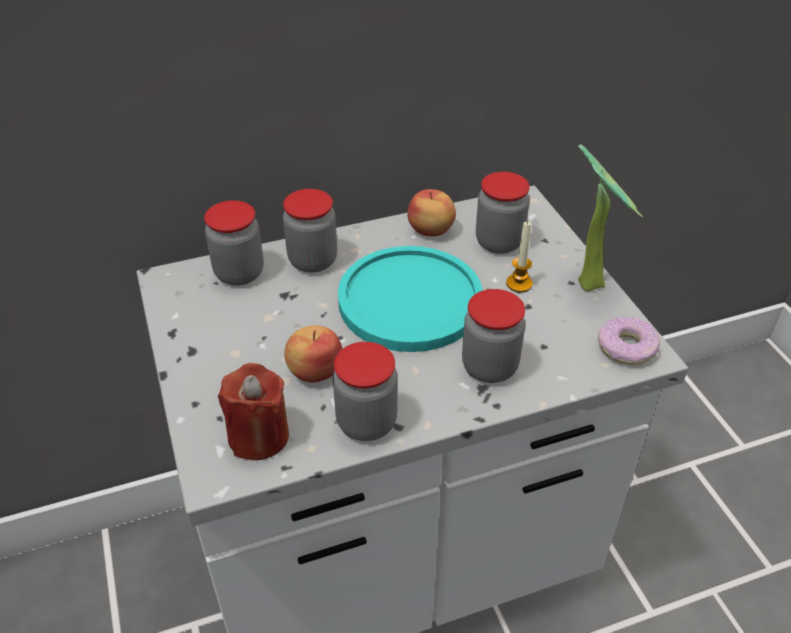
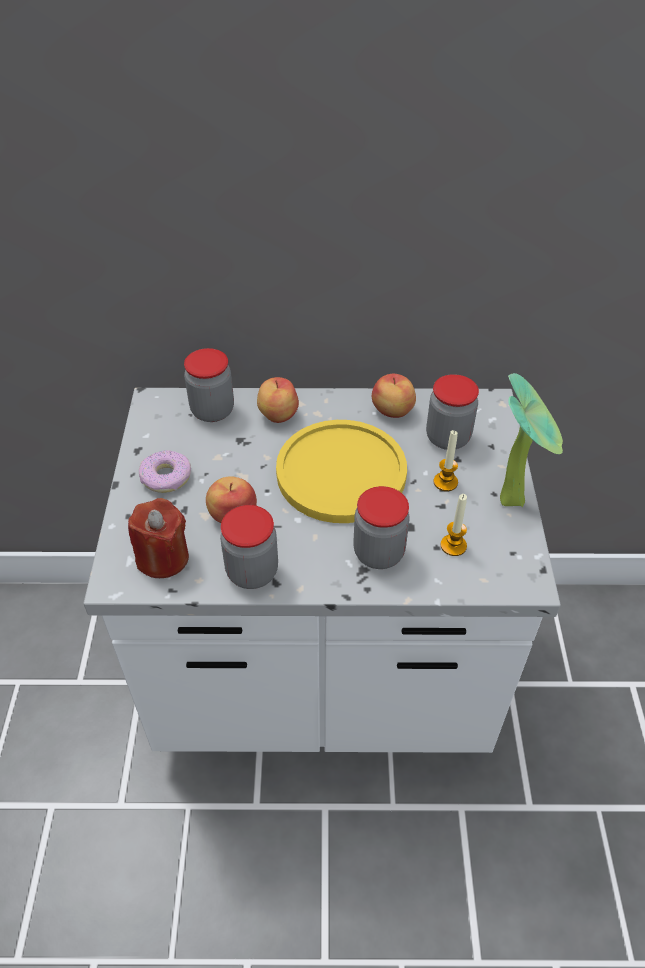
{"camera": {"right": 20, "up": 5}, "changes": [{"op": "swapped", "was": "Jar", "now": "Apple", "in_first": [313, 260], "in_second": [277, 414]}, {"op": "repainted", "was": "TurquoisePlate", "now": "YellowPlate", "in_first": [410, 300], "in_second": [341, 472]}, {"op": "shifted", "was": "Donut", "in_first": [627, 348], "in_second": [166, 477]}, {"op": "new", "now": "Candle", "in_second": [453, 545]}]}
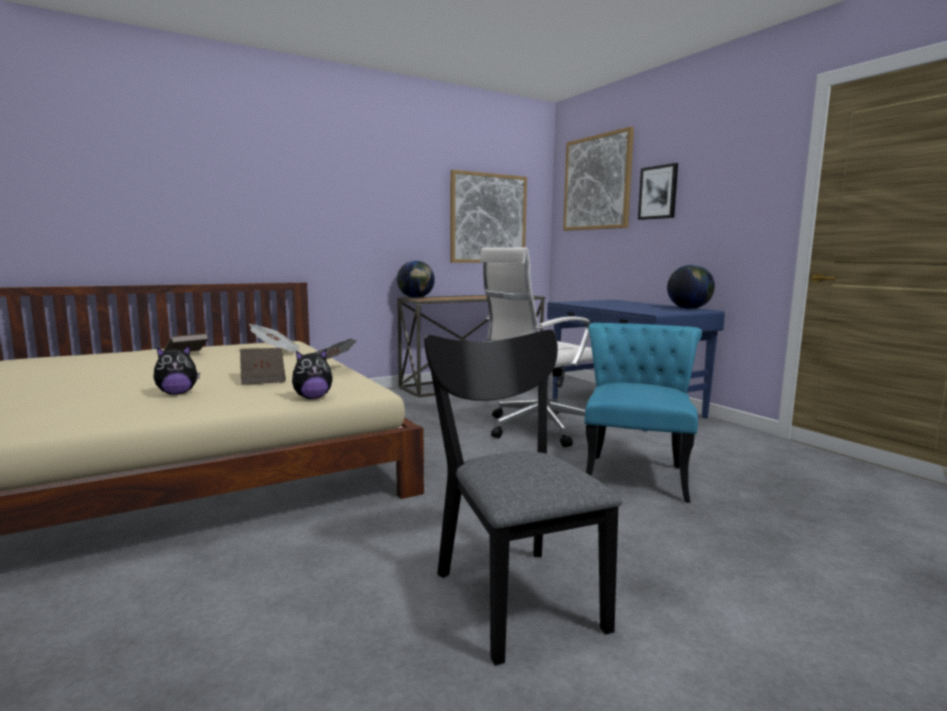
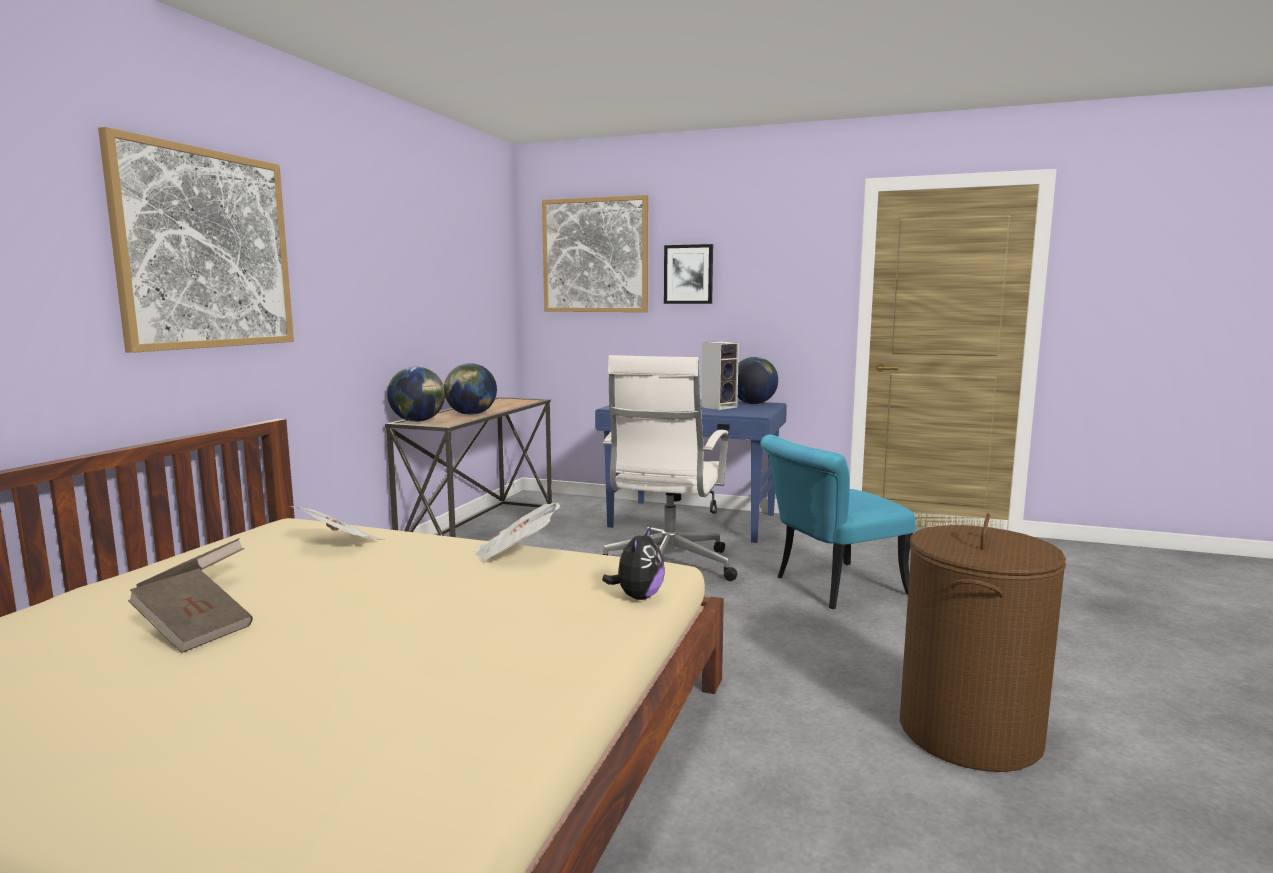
{"camera": {"right": -40, "up": 0}, "changes": [{"op": "gone", "was": "PlushToy", "in_first": [177, 393]}, {"op": "shifted", "was": "BrownBook", "in_first": [263, 379], "in_second": [194, 631]}, {"op": "swapped", "was": "BlackChair", "now": "BrownLaundryBasket", "in_first": [513, 591], "in_second": [968, 732]}, {"op": "shifted", "was": "Picture", "in_first": [488, 218], "in_second": [206, 249]}, {"op": "rotated", "was": "TurquoiseChair", "in_first": [635, 472], "in_second": [829, 588], "clockwise": -90}, {"op": "new", "now": "Globe", "in_second": [471, 414]}, {"op": "new", "now": "Speaker", "in_second": [719, 407]}]}
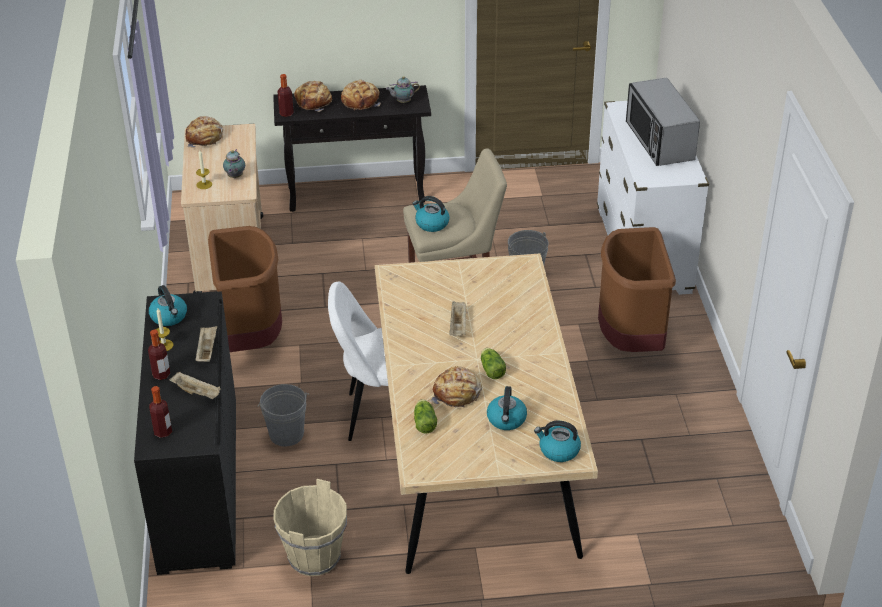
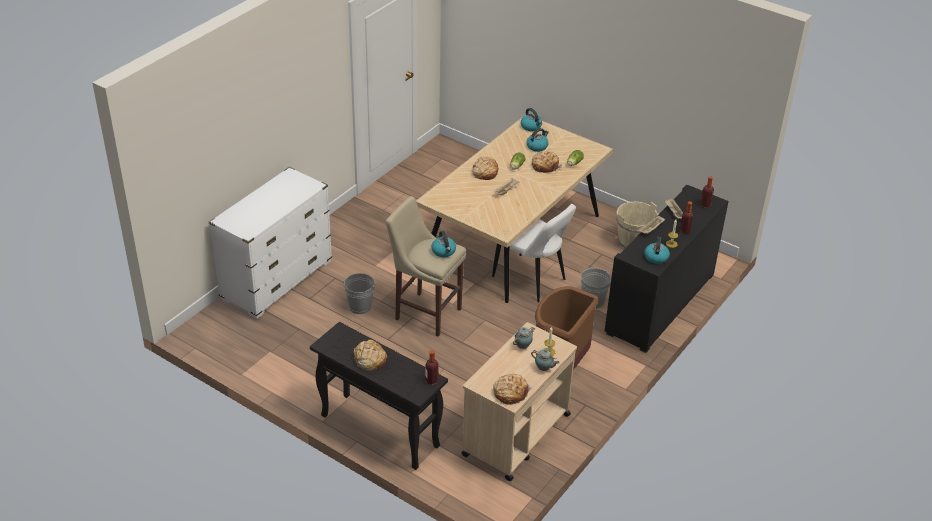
{"camera": {"right": -140, "up": 0}, "changes": [{"op": "shifted", "was": "Bread", "in_first": [314, 102], "in_second": [485, 172]}, {"op": "shifted", "was": "Teapot", "in_first": [402, 102], "in_second": [544, 369]}, {"op": "gone", "was": "BrownTrashCan", "in_first": [630, 339]}, {"op": "gone", "was": "Microwave", "in_first": [659, 141]}]}
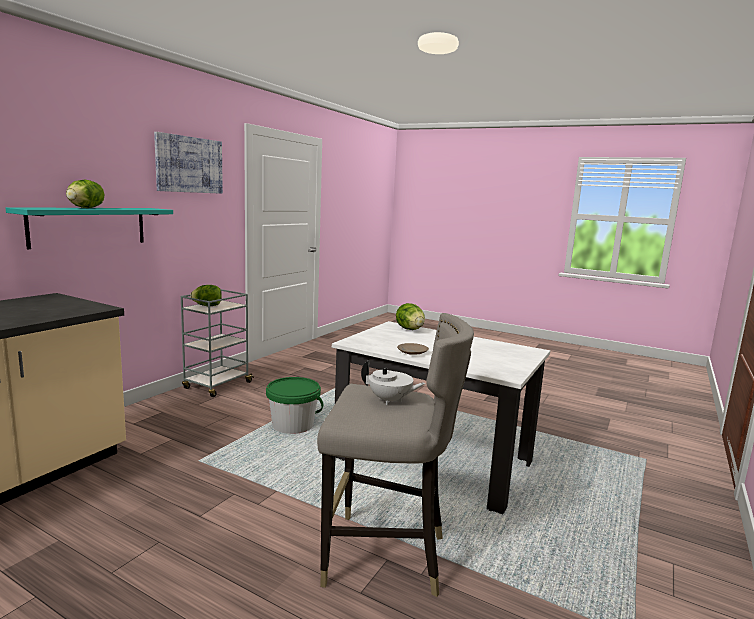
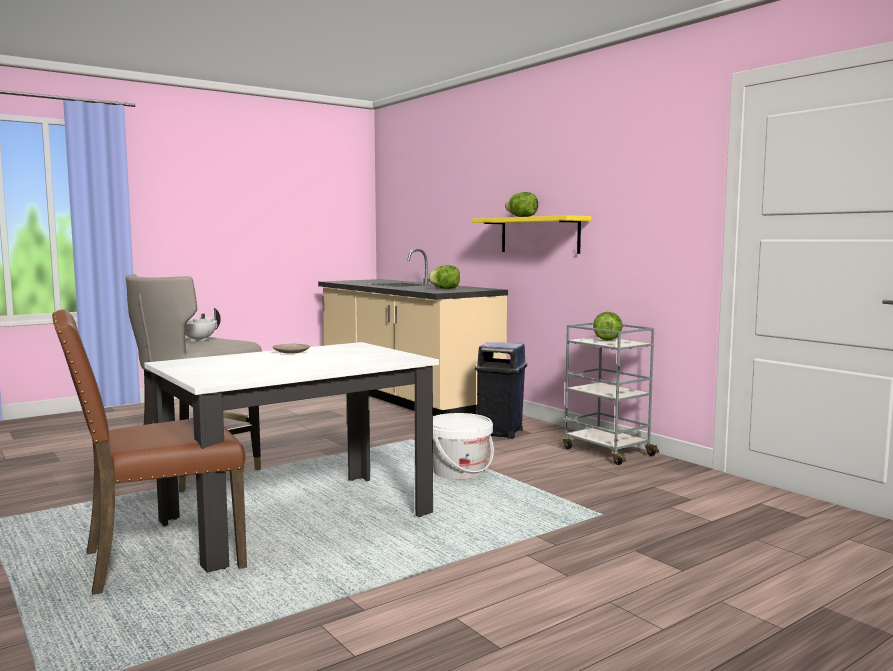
{"camera": {"right": 115, "up": -5}, "changes": [{"op": "repainted", "was": "TurquoiseShelf", "now": "YellowShelf", "in_first": [89, 226], "in_second": [539, 235]}, {"op": "gone", "was": "Picture", "in_first": [189, 164]}, {"op": "repainted", "was": "GreenBucket", "now": "WhiteBucket", "in_first": [293, 425], "in_second": [459, 471]}, {"op": "shifted", "was": "Lettuce", "in_first": [410, 329], "in_second": [445, 288]}, {"op": "new", "now": "BrownChair", "in_second": [159, 559]}, {"op": "new", "now": "BlueTrashCan", "in_second": [500, 432]}]}
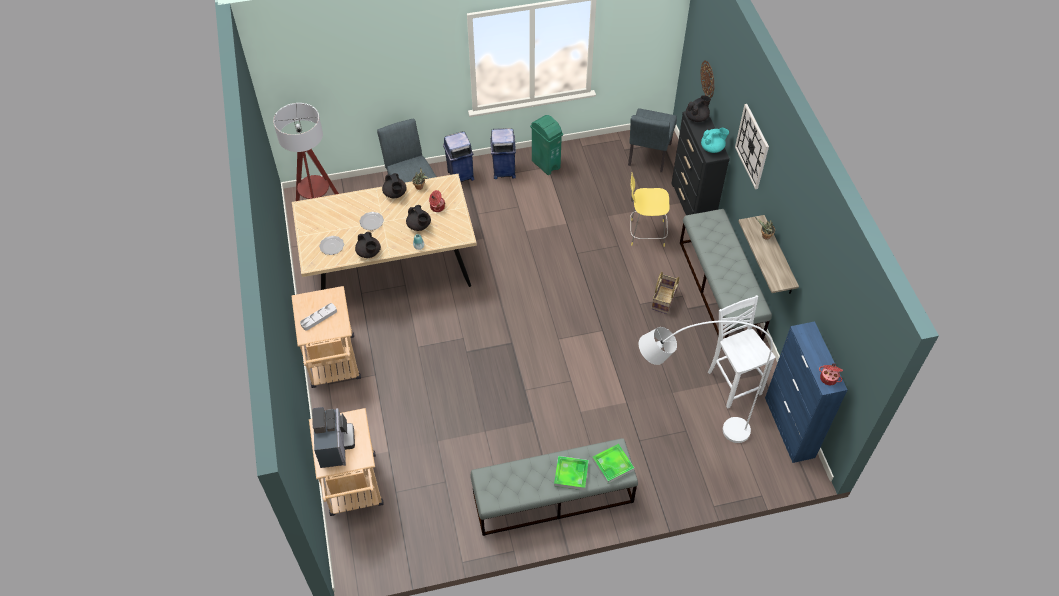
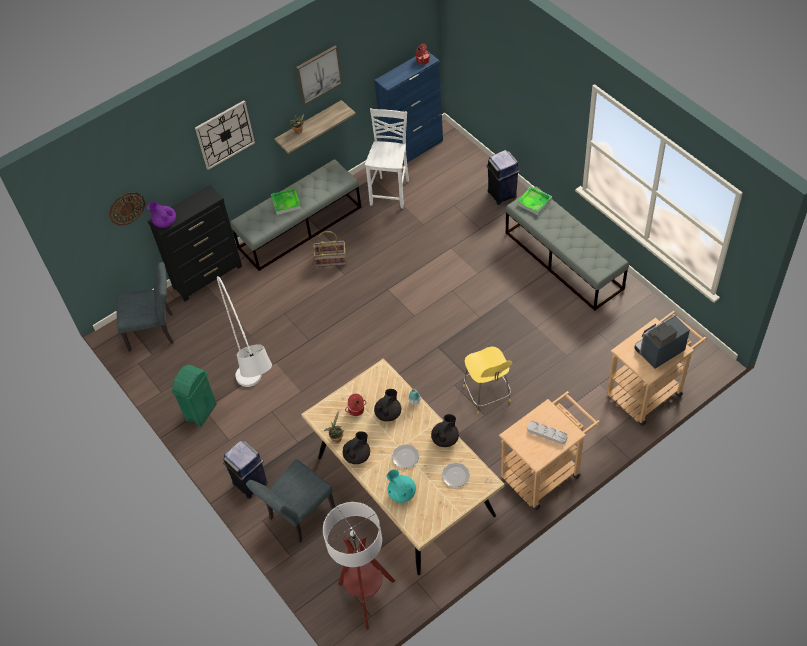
{"camera": {"right": -110, "up": 0}, "changes": [{"op": "shifted", "was": "BlueTrashCan", "in_first": [503, 170], "in_second": [502, 194]}, {"op": "shifted", "was": "Tray", "in_first": [571, 474], "in_second": [286, 203]}, {"op": "shifted", "was": "YellowStool", "in_first": [645, 233], "in_second": [487, 395]}, {"op": "shifted", "was": "WhiteFloorLamp", "in_first": [684, 430], "in_second": [265, 413]}, {"op": "repainted", "was": "BlackTeapot", "now": "PurpleTeapot", "in_first": [697, 117], "in_second": [165, 222]}, {"op": "shifted", "was": "TurquoiseTeapot", "in_first": [712, 148], "in_second": [401, 493]}, {"op": "rotated", "was": "WhiteChair", "in_first": [733, 382], "in_second": [391, 192], "clockwise": 150}, {"op": "new", "now": "Picture", "in_second": [318, 74]}]}
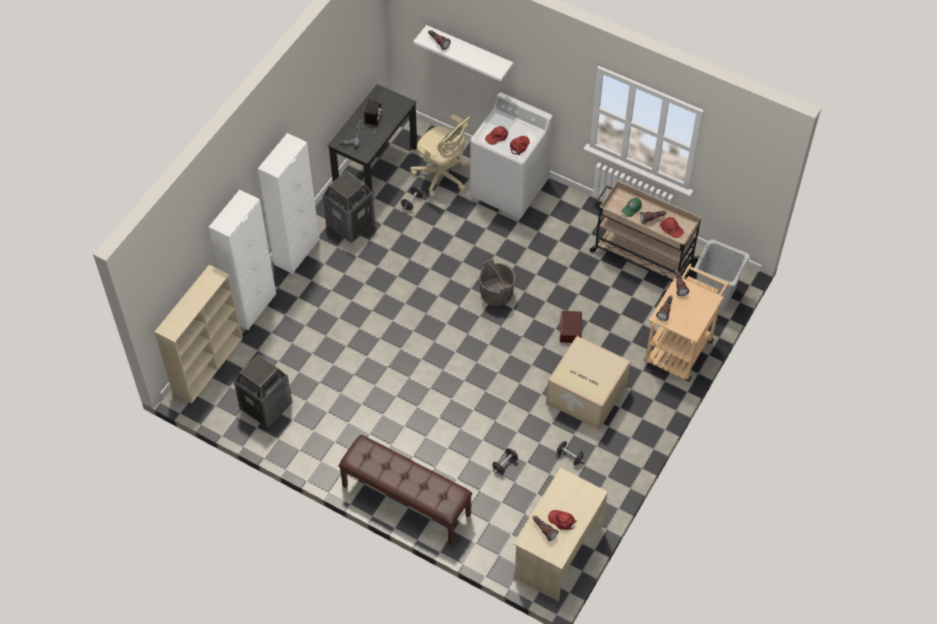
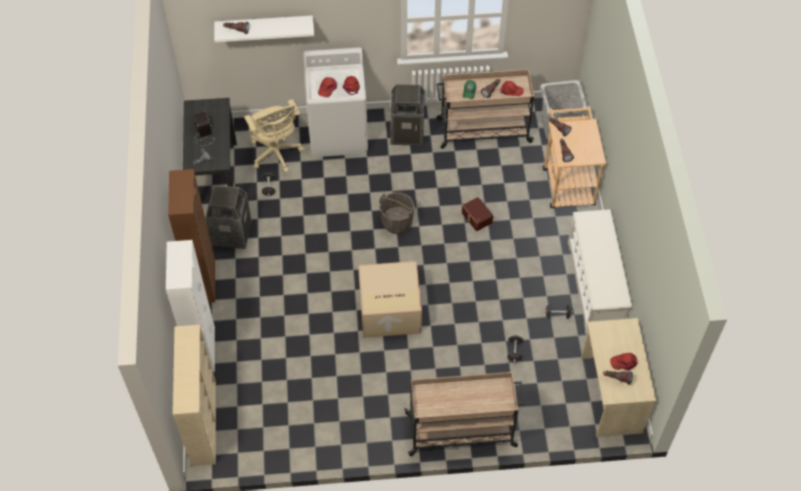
{"camera": {"right": -35, "up": 0}, "changes": [{"op": "shifted", "was": "TrashCan", "in_first": [266, 406], "in_second": [407, 133]}, {"op": "repainted", "was": "WhiteCabinet", "now": "BrownCabinet", "in_first": [297, 252], "in_second": [204, 282]}, {"op": "swapped", "was": "BrownBench", "now": "BeigeCart", "in_first": [405, 500], "in_second": [462, 430]}, {"op": "rotated", "was": "BeigeOfficeChair", "in_first": [442, 176], "in_second": [276, 154], "clockwise": 60}, {"op": "shifted", "was": "CardboardBox", "in_first": [585, 394], "in_second": [389, 311]}, {"op": "new", "now": "WhiteShoeRack", "in_second": [594, 286]}]}
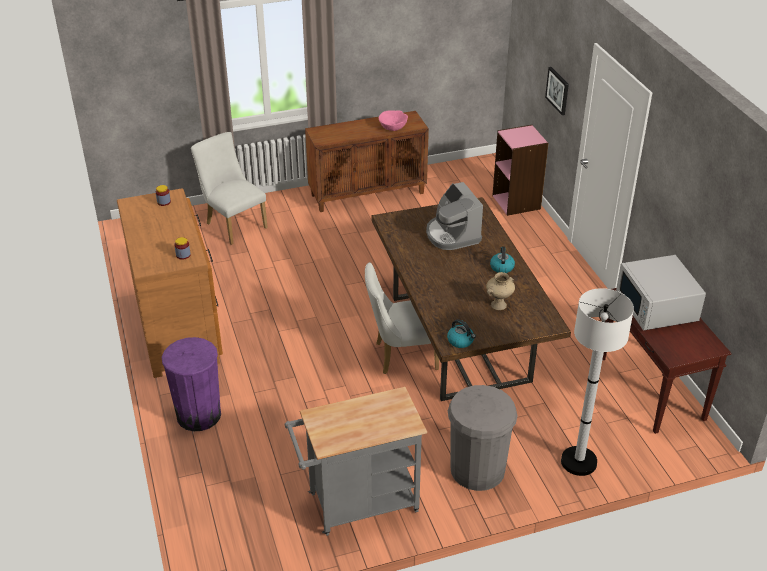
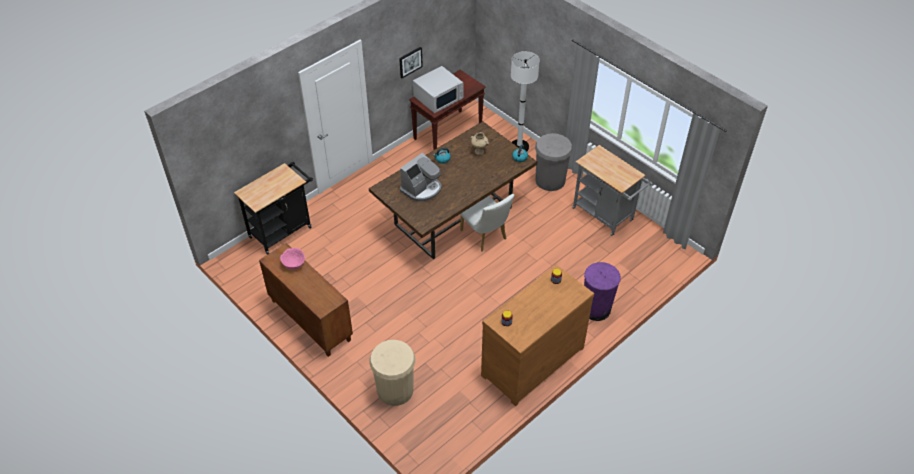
{"camera": {"right": -115, "up": 10}, "changes": [{"op": "swapped", "was": "WhiteChair", "now": "BeigeTrashCan", "in_first": [233, 224], "in_second": [395, 390]}, {"op": "swapped", "was": "PinkBookcase", "now": "BlackCart", "in_first": [517, 202], "in_second": [283, 230]}, {"op": "shifted", "was": "Picture", "in_first": [558, 90], "in_second": [410, 62]}]}
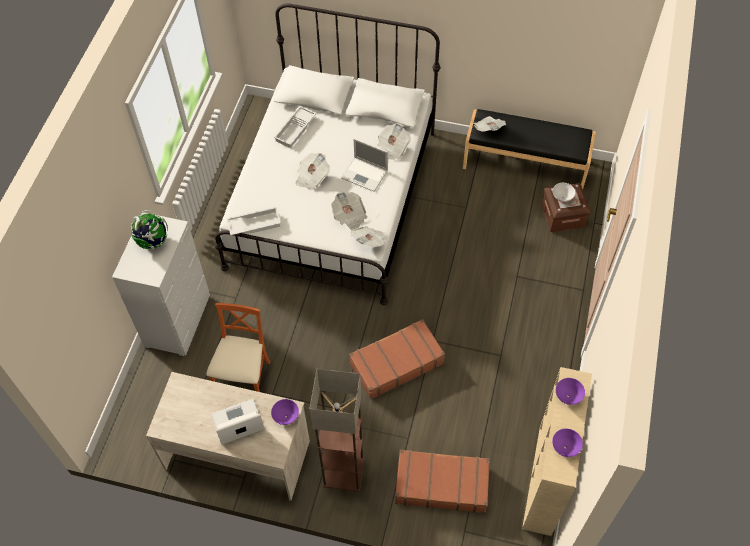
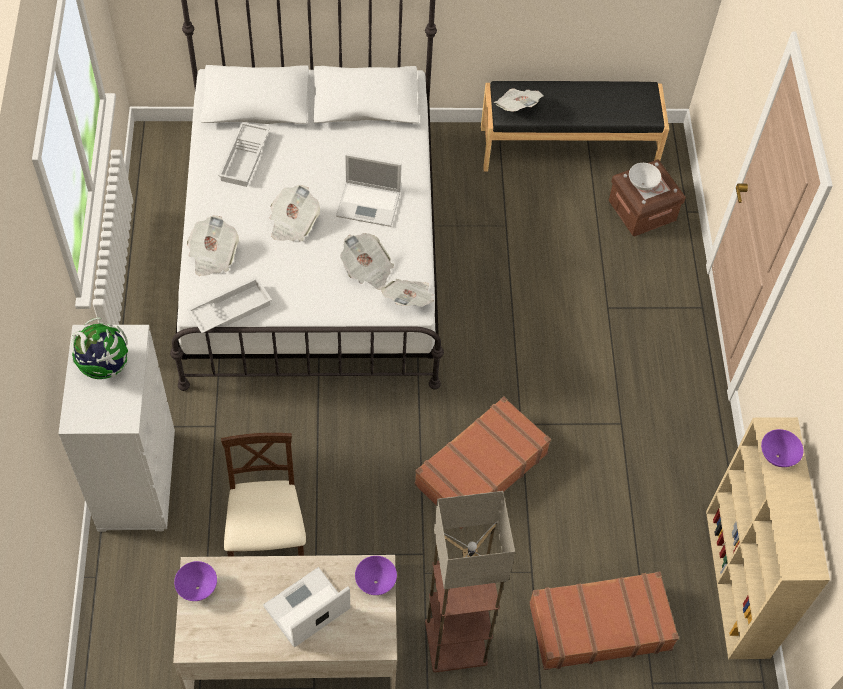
{"camera": {"right": -20, "up": 0}, "changes": [{"op": "repainted", "was": "OrangeChair", "now": "BeigeChair", "in_first": [245, 381], "in_second": [268, 546]}, {"op": "shifted", "was": "Newspaper", "in_first": [392, 148], "in_second": [212, 256]}, {"op": "shifted", "was": "PurpleBowl", "in_first": [565, 447], "in_second": [198, 588]}]}
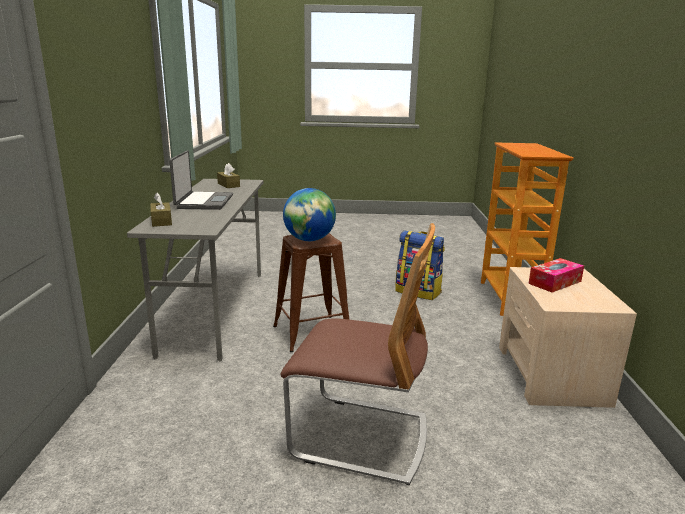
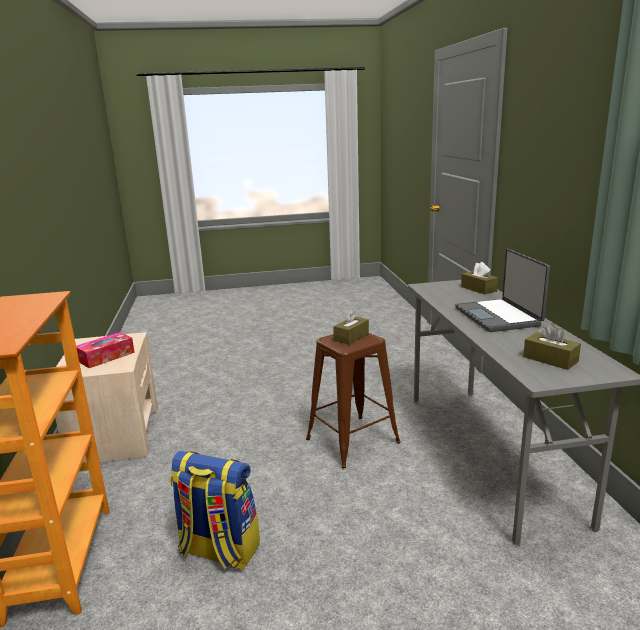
{"camera": {"right": 170, "up": 0}, "changes": [{"op": "gone", "was": "Chair", "in_first": [360, 437]}, {"op": "swapped", "was": "Globe", "now": "BrownTissueBox", "in_first": [309, 240], "in_second": [351, 337]}]}
